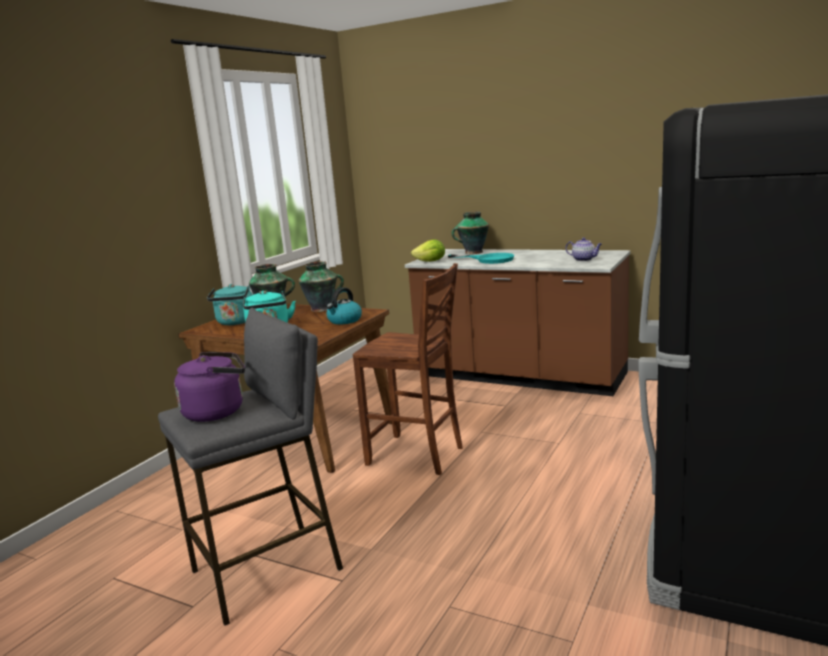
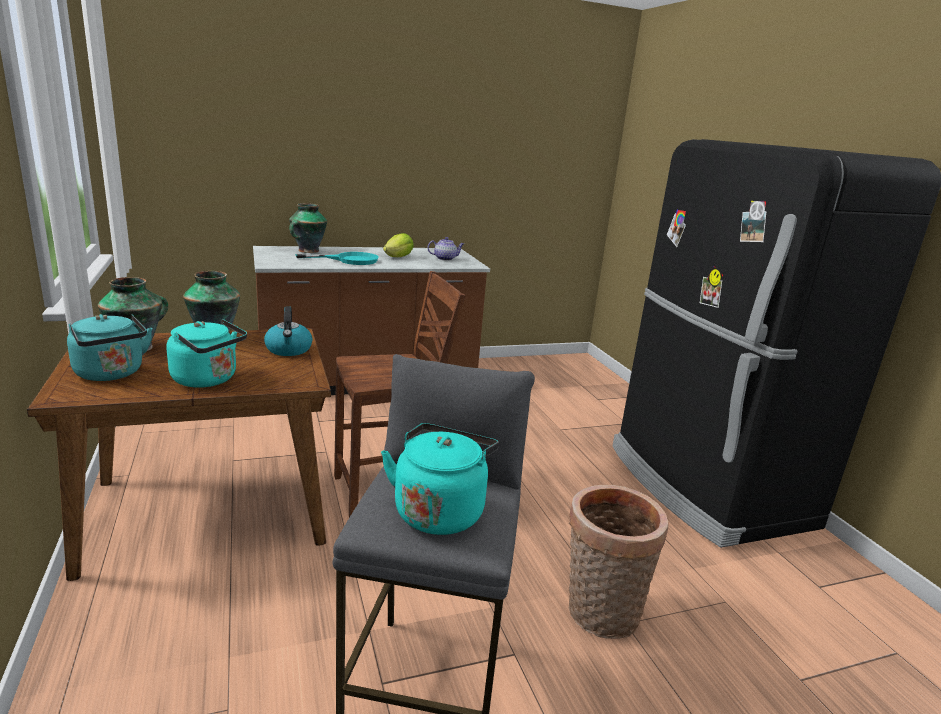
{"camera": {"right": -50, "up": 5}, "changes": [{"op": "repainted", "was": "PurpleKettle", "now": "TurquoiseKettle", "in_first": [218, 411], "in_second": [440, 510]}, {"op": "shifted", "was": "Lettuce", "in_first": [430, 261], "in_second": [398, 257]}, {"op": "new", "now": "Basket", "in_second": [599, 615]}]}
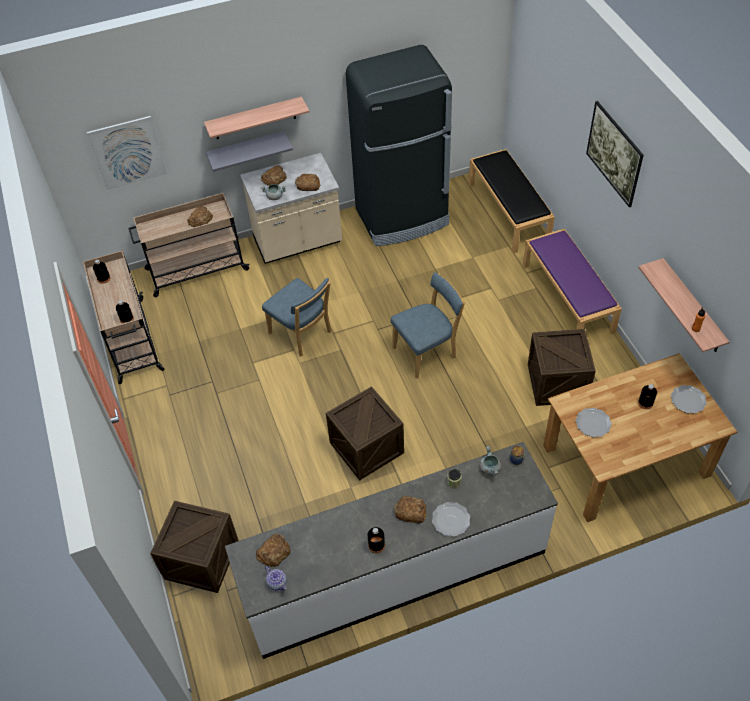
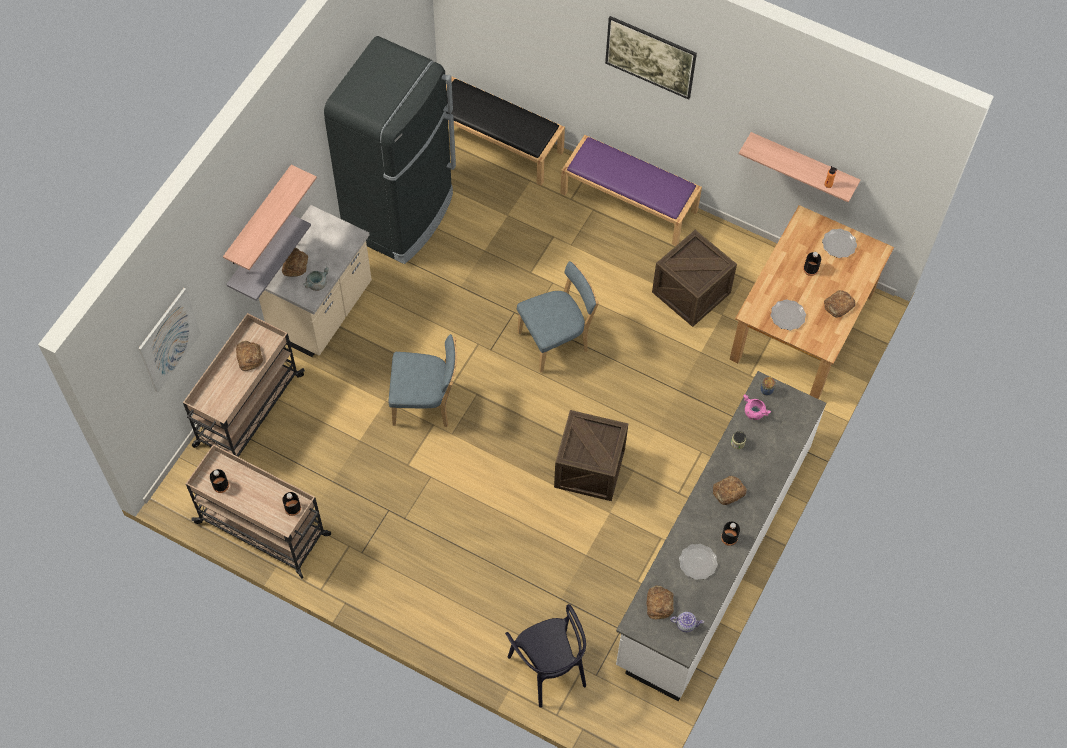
{"camera": {"right": -45, "up": 10}, "changes": [{"op": "swapped", "was": "Crate", "now": "BlackChair", "in_first": [201, 559], "in_second": [548, 668]}, {"op": "shifted", "was": "Bread", "in_first": [307, 185], "in_second": [838, 306]}, {"op": "rotated", "was": "BlueChair", "in_first": [427, 352], "in_second": [556, 341], "clockwise": 45}, {"op": "shifted", "was": "Plate", "in_first": [451, 520], "in_second": [698, 562]}, {"op": "repainted", "was": "GreyCookingPot", "now": "PinkCookingPot", "in_first": [489, 468], "in_second": [754, 412]}]}
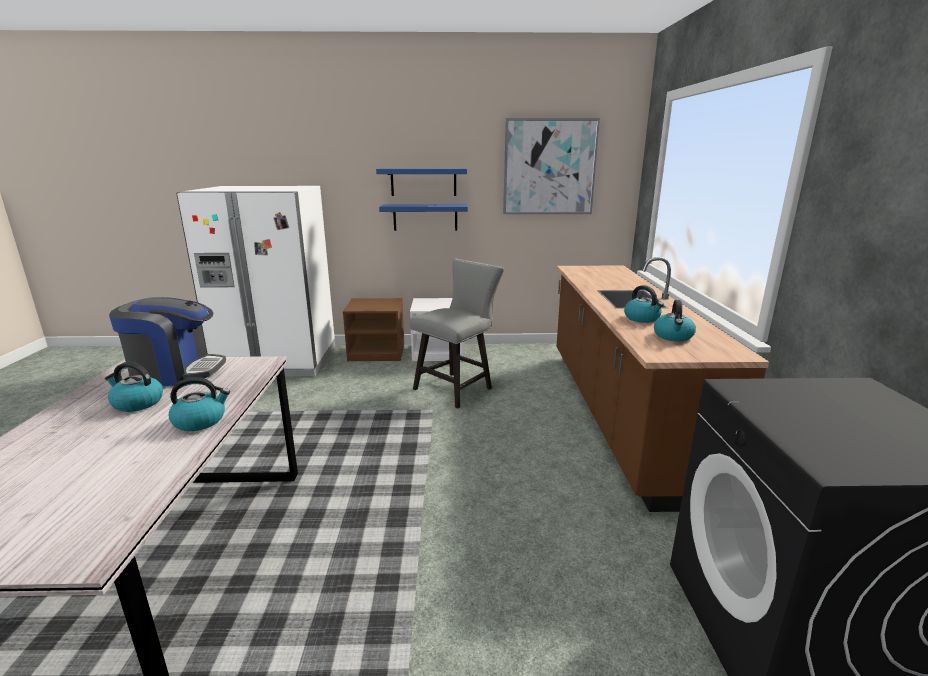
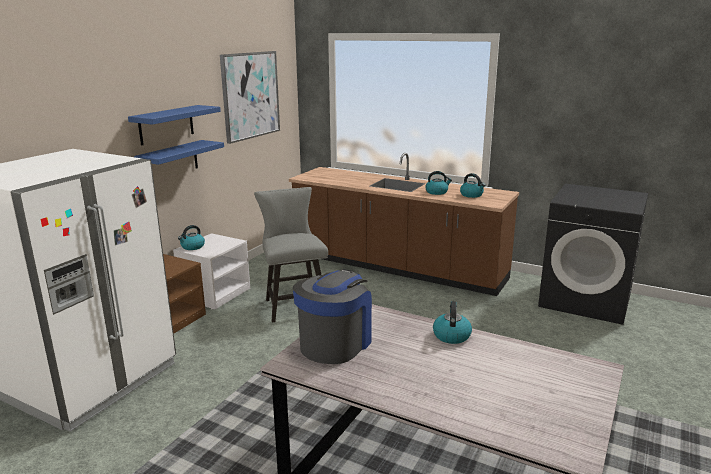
{"camera": {"right": -60, "up": 0}, "changes": [{"op": "shifted", "was": "Kettle", "in_first": [137, 403], "in_second": [192, 247]}]}
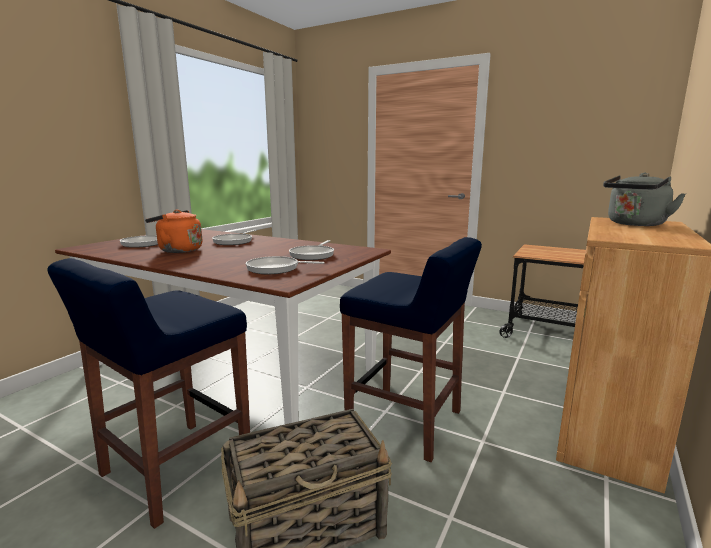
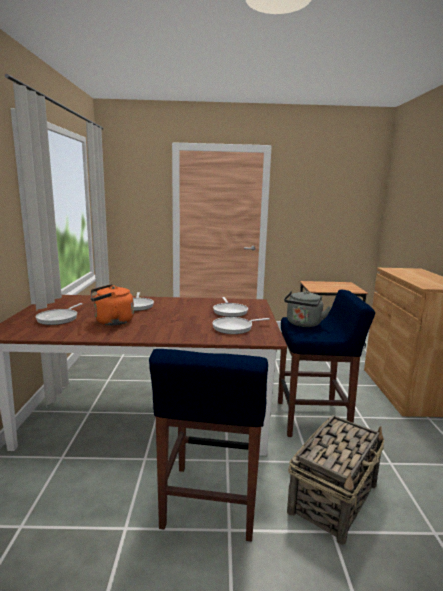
{"camera": {"right": -30, "up": 0}, "changes": [{"op": "shifted", "was": "GreyKettle", "in_first": [634, 224], "in_second": [303, 324]}]}
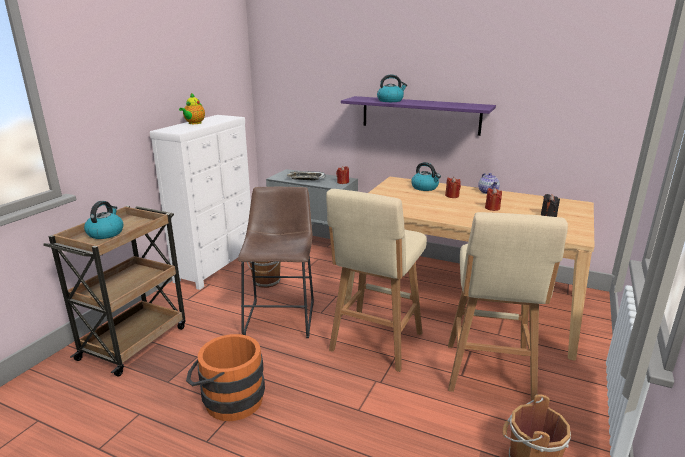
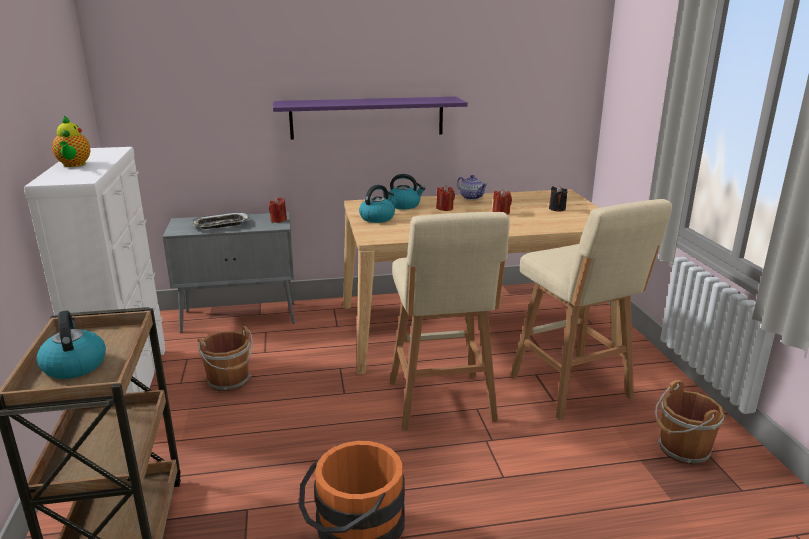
{"camera": {"right": -35, "up": 0}, "changes": [{"op": "gone", "was": "BrownStool", "in_first": [281, 316]}, {"op": "shifted", "was": "Kettle", "in_first": [390, 100], "in_second": [377, 218]}]}
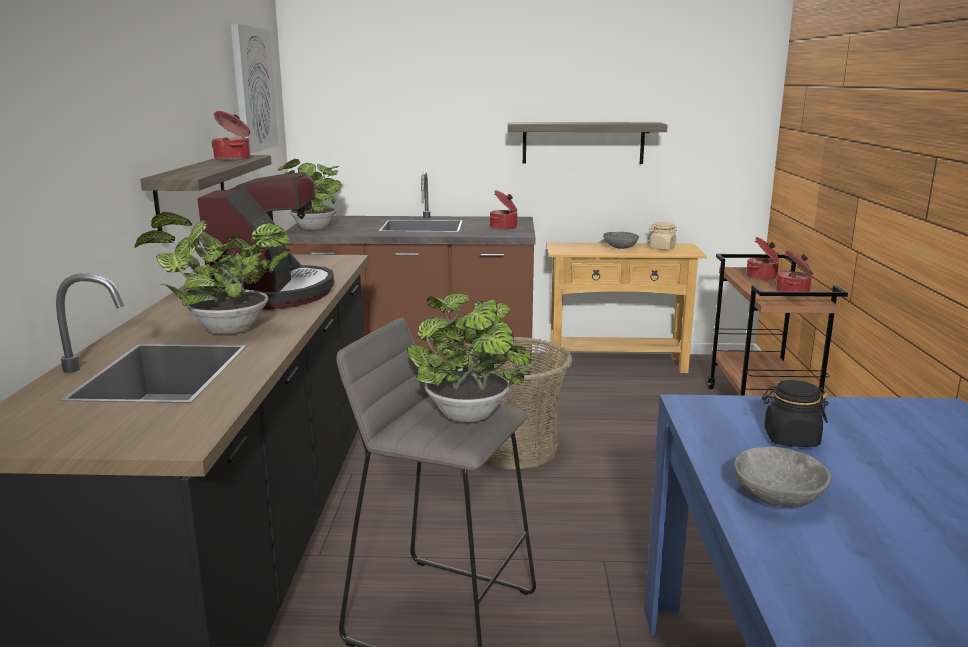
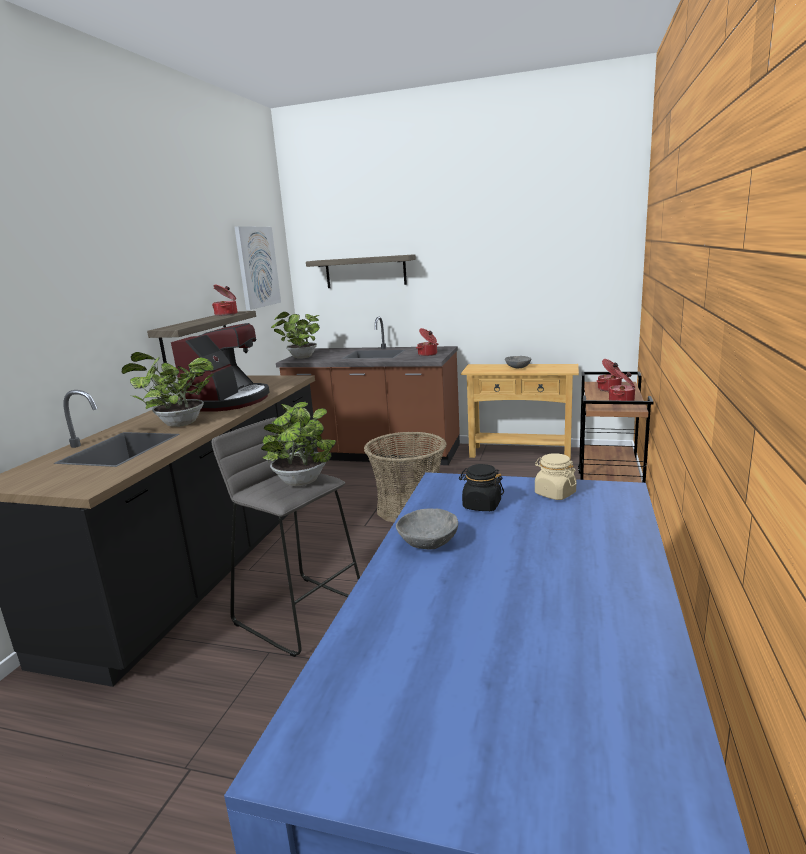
{"camera": {"right": 15, "up": 0}, "changes": [{"op": "shifted", "was": "Shelf", "in_first": [583, 143], "in_second": [365, 272]}, {"op": "shifted", "was": "BeigeJar", "in_first": [661, 248], "in_second": [554, 494]}]}
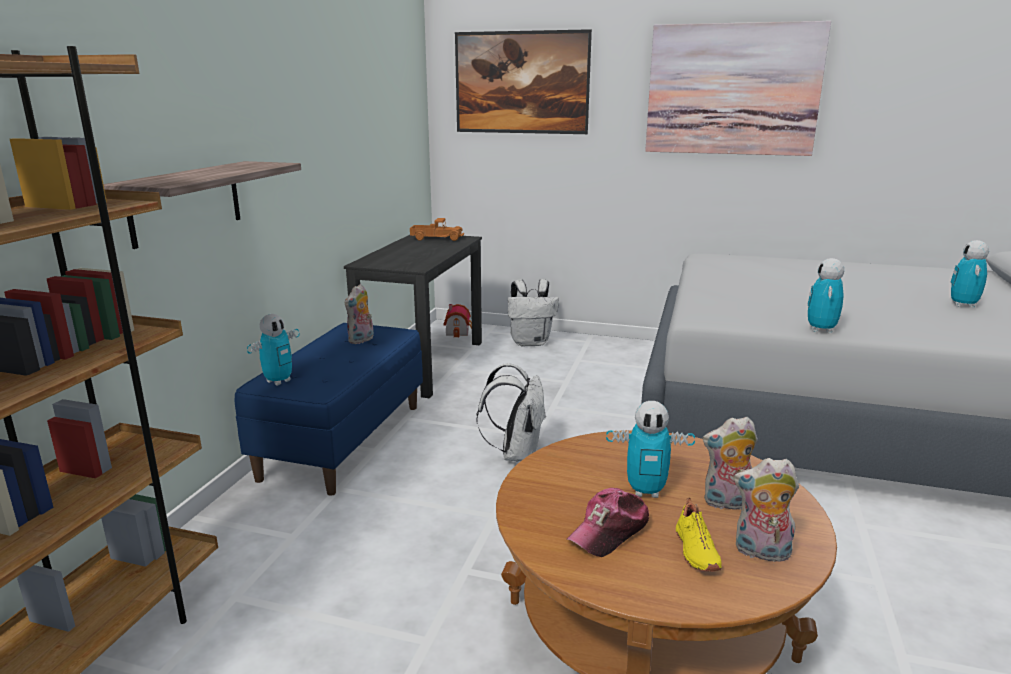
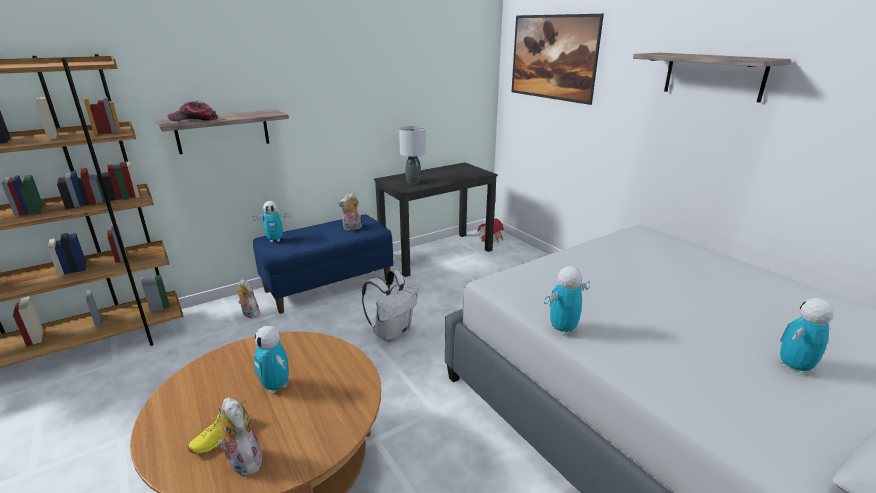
{"camera": {"right": 40, "up": 5}, "changes": [{"op": "gone", "was": "ToyTruck", "in_first": [437, 238]}, {"op": "gone", "was": "WhiteBackpack", "in_first": [531, 342]}, {"op": "shifted", "was": "Cap", "in_first": [609, 531], "in_second": [194, 119]}, {"op": "swapped", "was": "Picture", "now": "Shelf", "in_first": [732, 90], "in_second": [713, 76]}, {"op": "shifted", "was": "PlushToy", "in_first": [727, 503], "in_second": [249, 314]}, {"op": "new", "now": "GreyTableLamp", "in_second": [413, 182]}]}
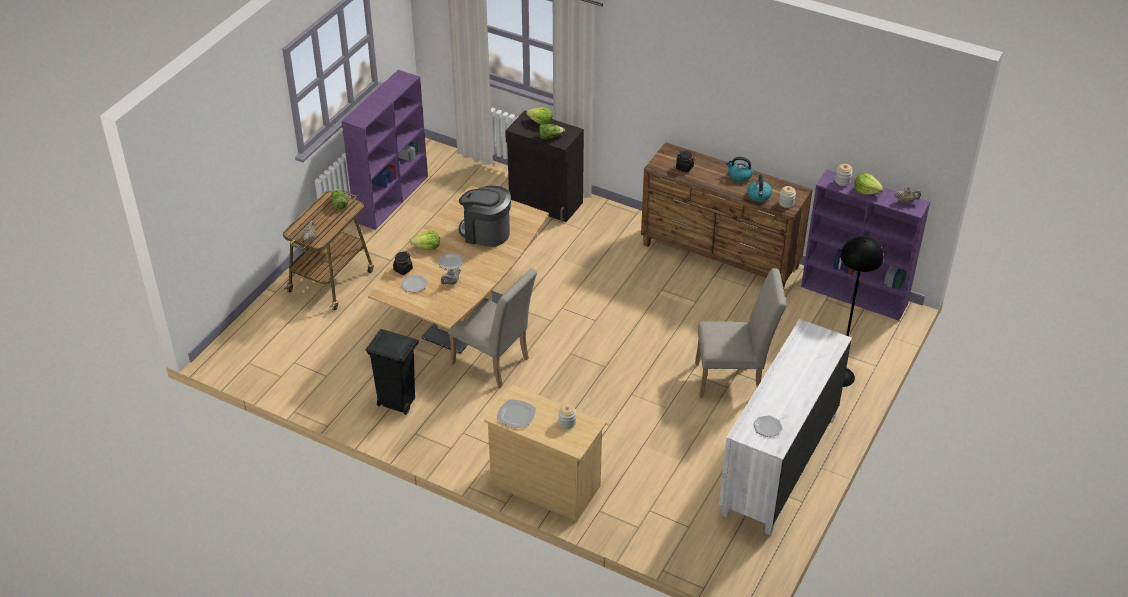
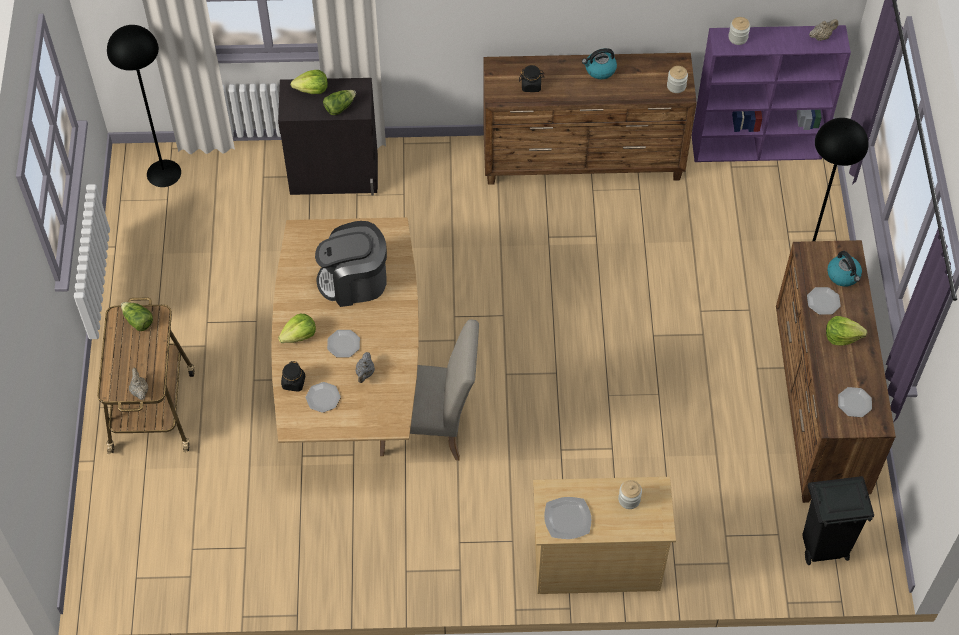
{"camera": {"right": -30, "up": 15}, "changes": [{"op": "gone", "was": "PurpleBookcase", "in_first": [392, 198]}, {"op": "shifted", "was": "BlackTrashCan", "in_first": [397, 402], "in_second": [822, 548]}, {"op": "gone", "was": "BeigeChair", "in_first": [734, 379]}, {"op": "repainted", "was": "WhiteDresser", "now": "BrownDresser", "in_first": [778, 465], "in_second": [818, 408]}, {"op": "shifted", "was": "Kettle", "in_first": [759, 196], "in_second": [843, 275]}, {"op": "shifted", "was": "Lettuce", "in_first": [866, 190], "in_second": [842, 336]}, {"op": "new", "now": "BlackFloorLamp", "in_second": [164, 173]}, {"op": "new", "now": "Plate", "in_second": [823, 301]}]}
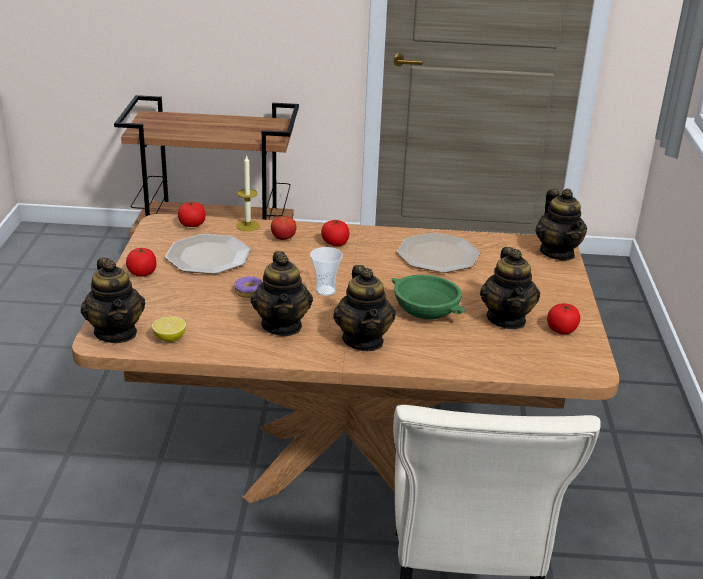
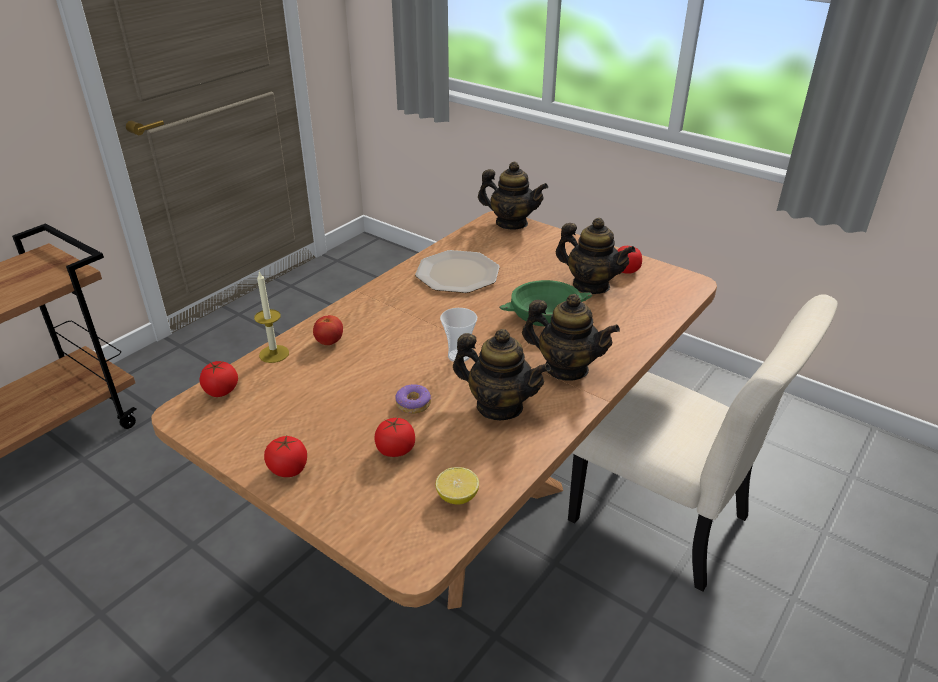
{"camera": {"right": -55, "up": 5}, "changes": [{"op": "gone", "was": "Teapot", "in_first": [116, 332]}, {"op": "gone", "was": "Plate", "in_first": [208, 256]}, {"op": "shifted", "was": "Tomato", "in_first": [335, 243], "in_second": [395, 450]}]}
